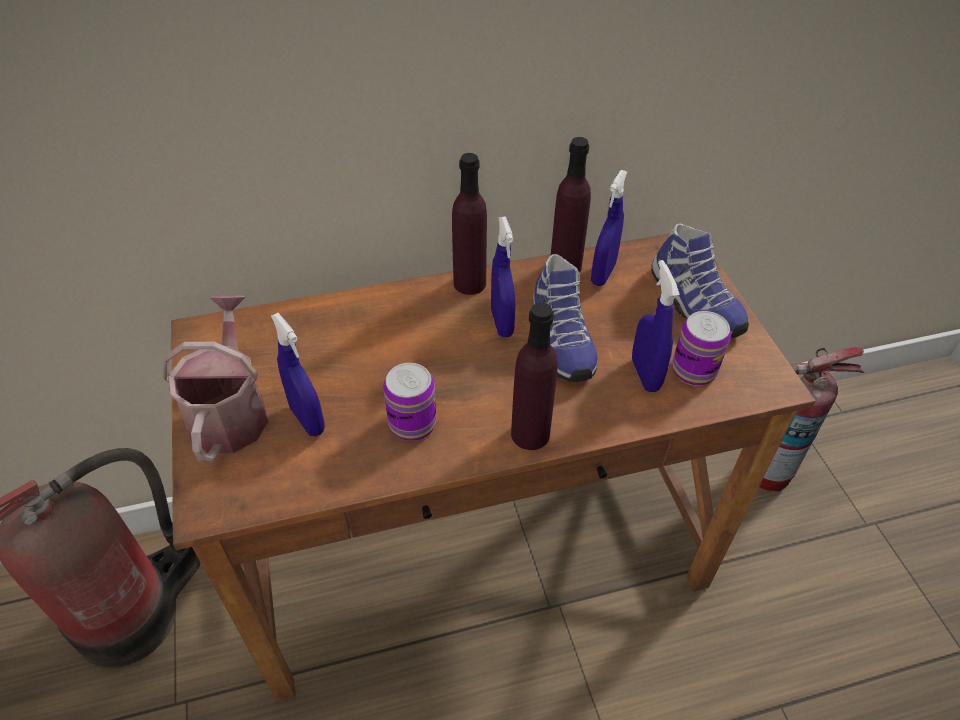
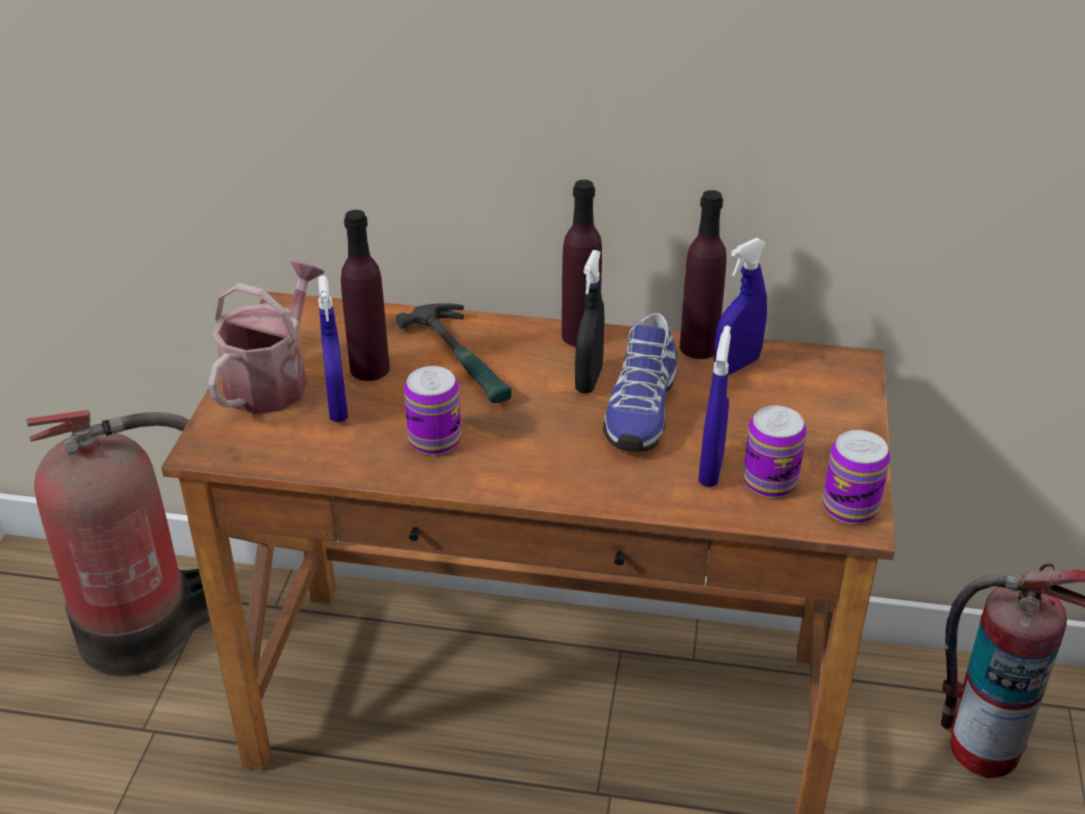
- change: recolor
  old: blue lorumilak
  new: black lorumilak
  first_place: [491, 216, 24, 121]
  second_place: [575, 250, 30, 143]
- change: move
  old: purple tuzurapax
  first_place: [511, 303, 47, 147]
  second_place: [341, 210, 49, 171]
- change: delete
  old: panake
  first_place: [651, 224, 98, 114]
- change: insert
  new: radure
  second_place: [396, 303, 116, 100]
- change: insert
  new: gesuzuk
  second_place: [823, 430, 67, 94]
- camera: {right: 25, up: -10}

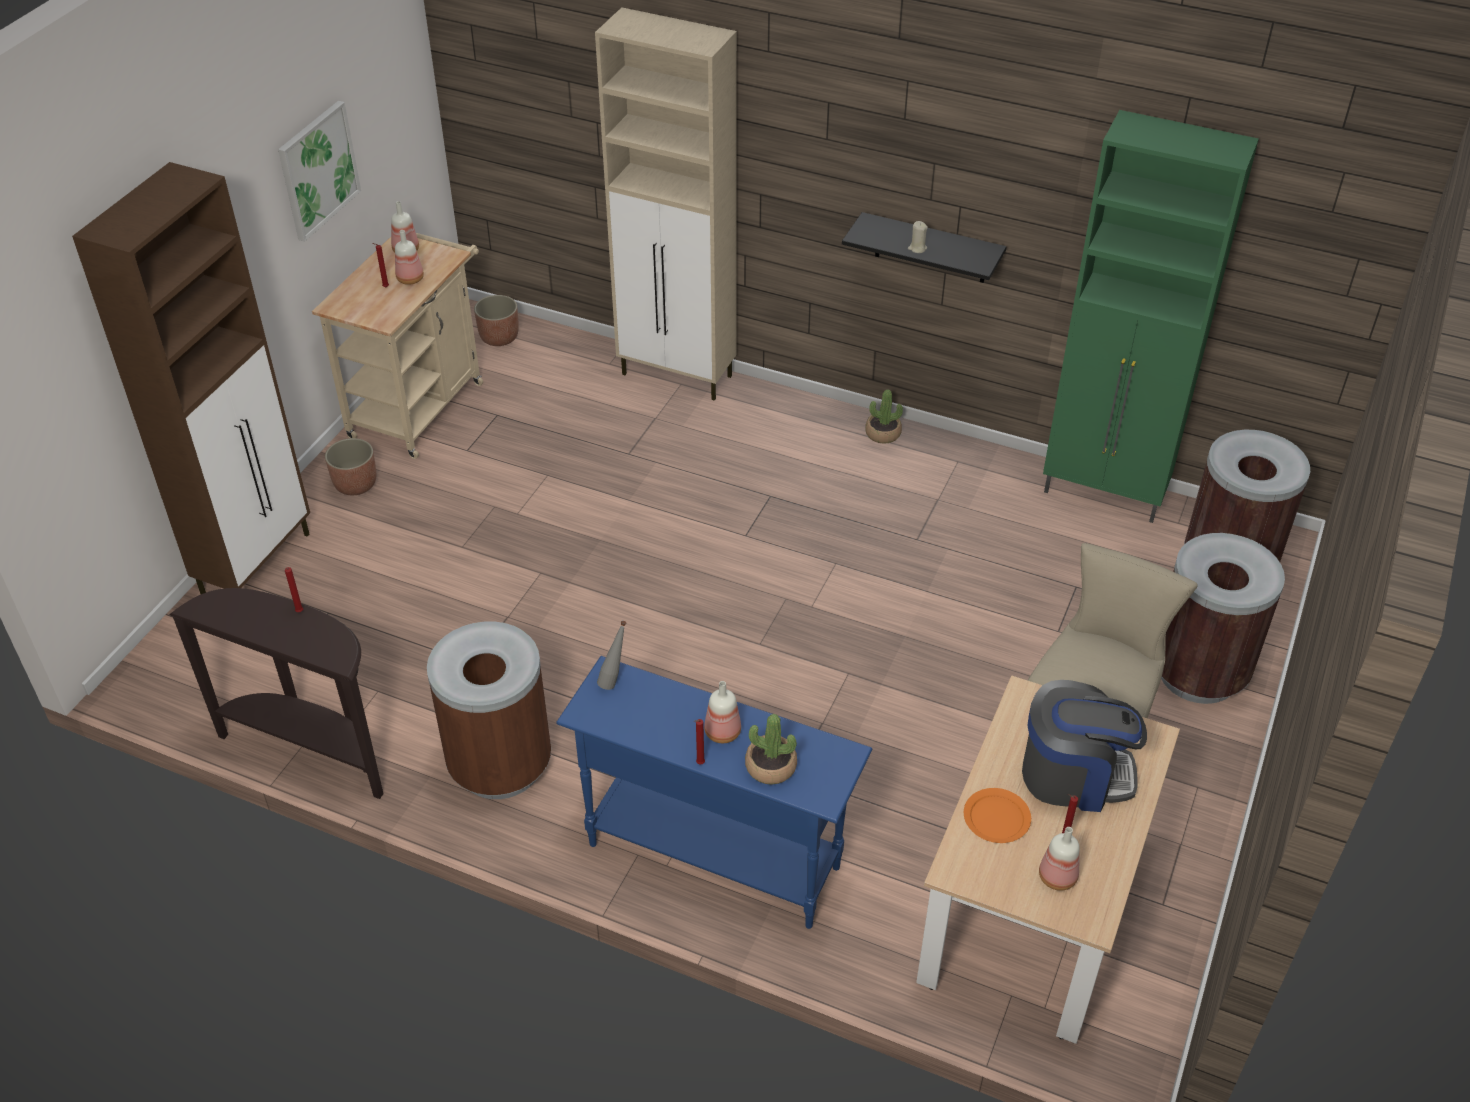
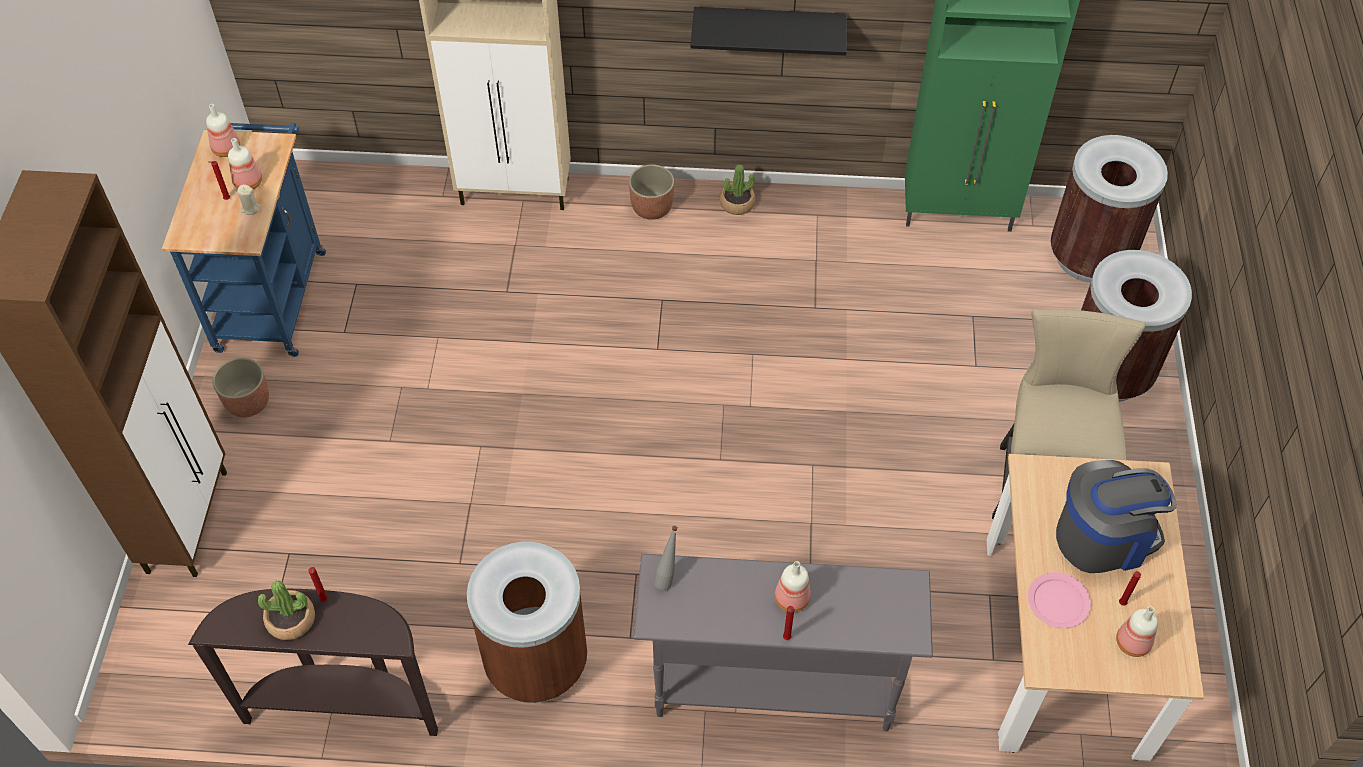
- change: delete
  old: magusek
  first_place: [278, 101, 83, 141]
- change: recolor
  old: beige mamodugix
  new: blue mamodugix
  first_place: [312, 233, 171, 226]
  second_place: [162, 123, 164, 234]
- change: move
  old: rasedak
  first_place: [474, 295, 45, 51]
  second_place: [629, 164, 45, 56]
- change: recolor
  old: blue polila
  new: grey polila
  first_place: [556, 656, 317, 273]
  second_place: [633, 554, 300, 177]
- change: move
  old: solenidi
  first_place: [745, 714, 52, 71]
  second_place: [258, 581, 57, 59]
- change: move
  old: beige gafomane
  first_place: [908, 221, 20, 32]
  second_place: [237, 184, 23, 31]
- change: recolor
  old: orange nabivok
  new: pink nabivok
  first_place: [964, 788, 67, 55]
  second_place: [1028, 572, 63, 56]
- camera: {right: -20, up: 10}

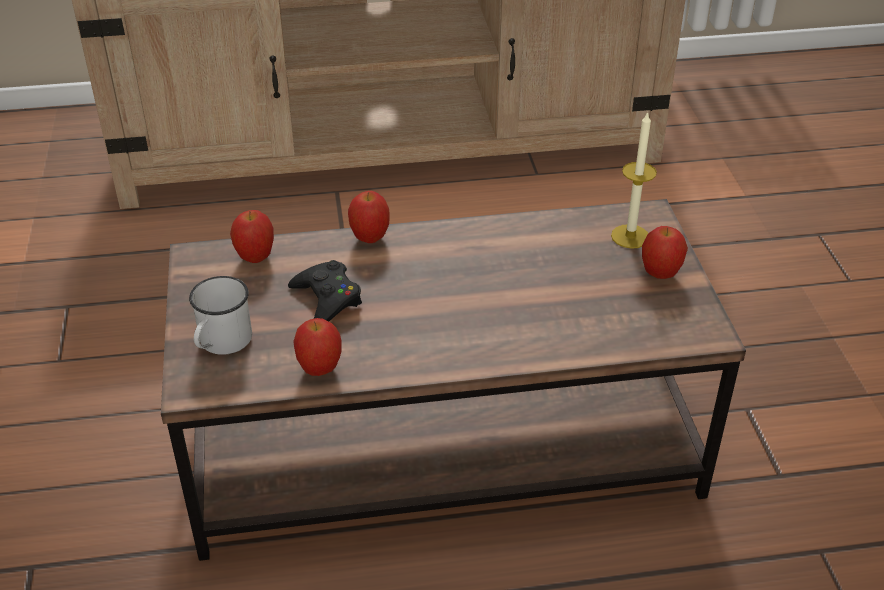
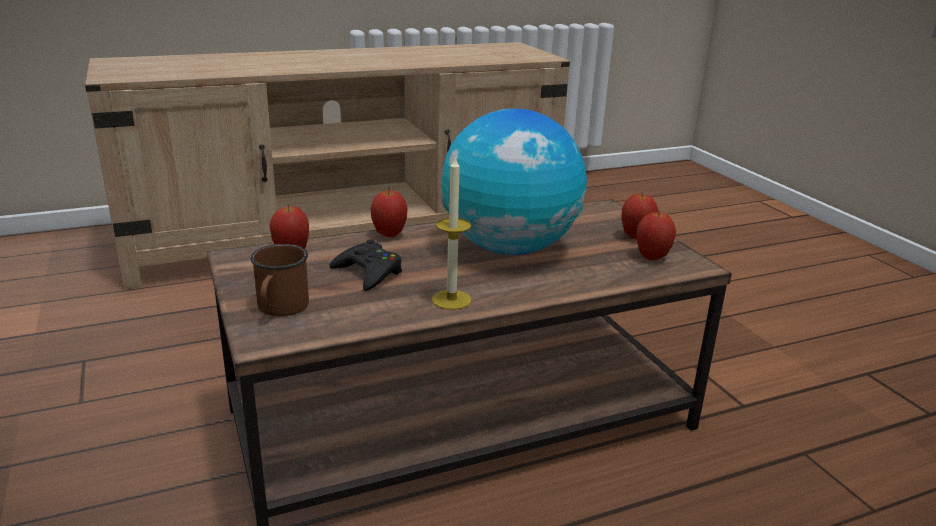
- change: recolor
  old: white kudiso
  new: brown kudiso
  first_place: [189, 276, 63, 79]
  second_place: [250, 244, 59, 72]
- change: move
  old: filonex
  first_place: [293, 318, 49, 58]
  second_place: [636, 210, 40, 51]
- change: move
  old: gafomane
  first_place: [611, 111, 46, 138]
  second_place: [432, 156, 39, 154]
- change: insert
  new: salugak
  second_place: [441, 109, 146, 146]
- camera: {right: -15, up: -15}

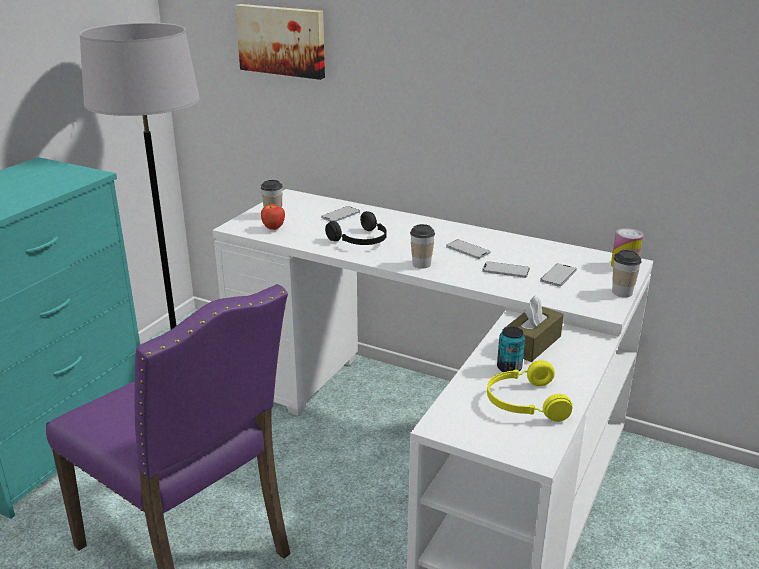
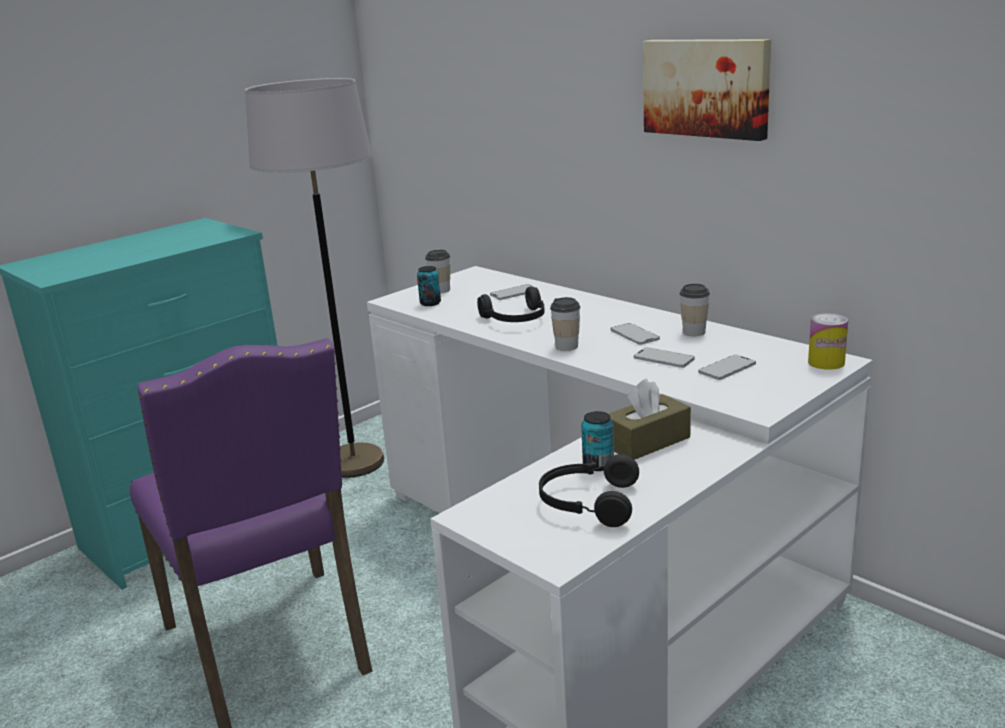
- change: move
  old: magusek
  first_place: [235, 4, 90, 76]
  second_place: [643, 39, 128, 102]
- change: replace
  old: filonex
  new: gesuzuk
  first_place: [261, 204, 24, 26]
  second_place: [417, 266, 24, 40]
- change: recolor
  old: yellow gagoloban
  new: black gagoloban
  first_place: [487, 360, 85, 62]
  second_place: [539, 454, 100, 73]
- change: move
  old: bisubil
  first_place: [612, 250, 30, 47]
  second_place: [679, 284, 31, 52]
- camera: {right: 20, up: -5}

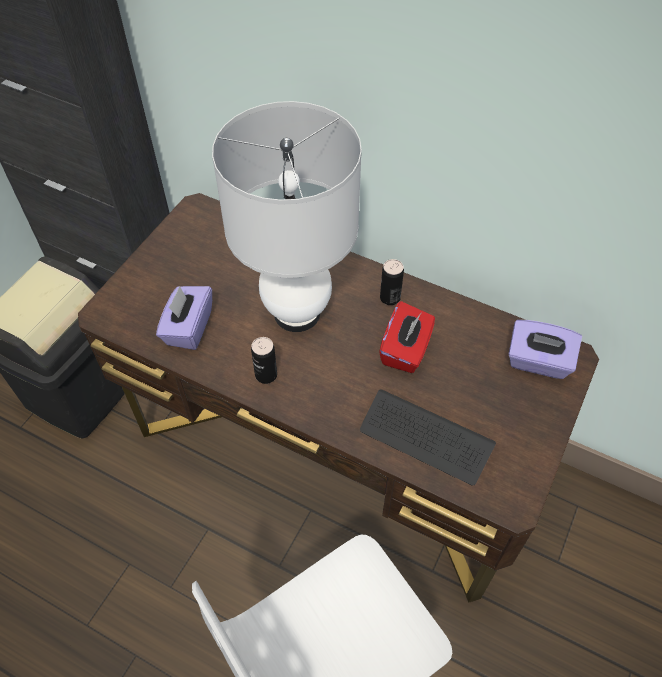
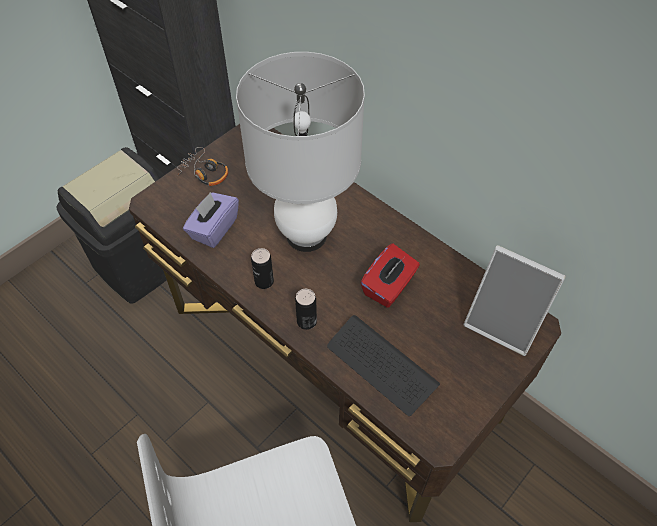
- change: move
  old: gesuzuk
  first_place: [380, 259, 24, 46]
  second_place: [295, 289, 22, 41]
- change: replace
  old: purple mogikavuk
  new: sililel
  first_place: [509, 320, 73, 59]
  second_place: [463, 245, 103, 111]
- change: insert
  new: gagoloban
  second_place: [177, 147, 51, 39]
- camera: {right: 15, up: 0}

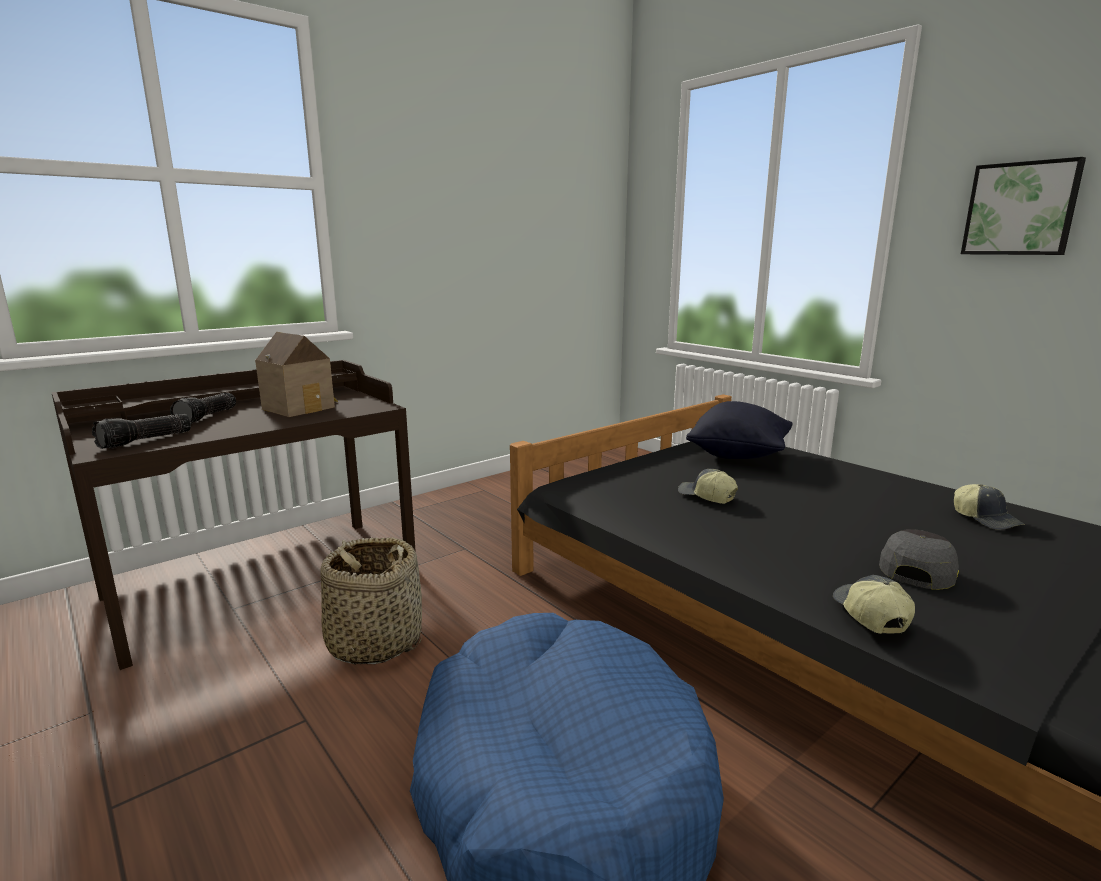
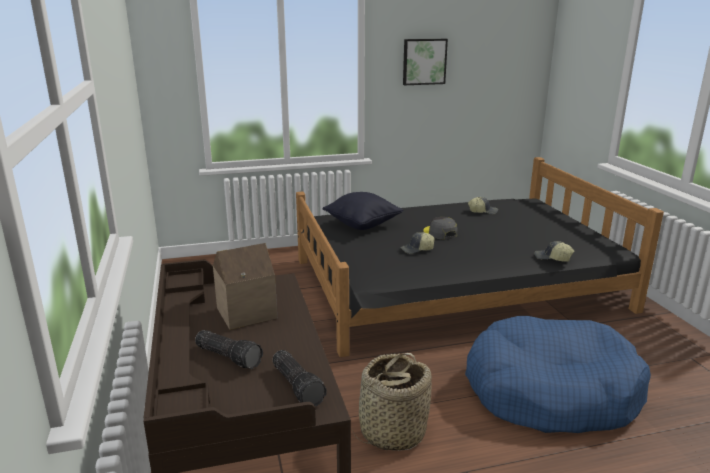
- change: move
  old: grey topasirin
  first_place: [879, 529, 80, 61]
  second_place: [423, 217, 35, 23]
- camera: {right: -65, up: 5}

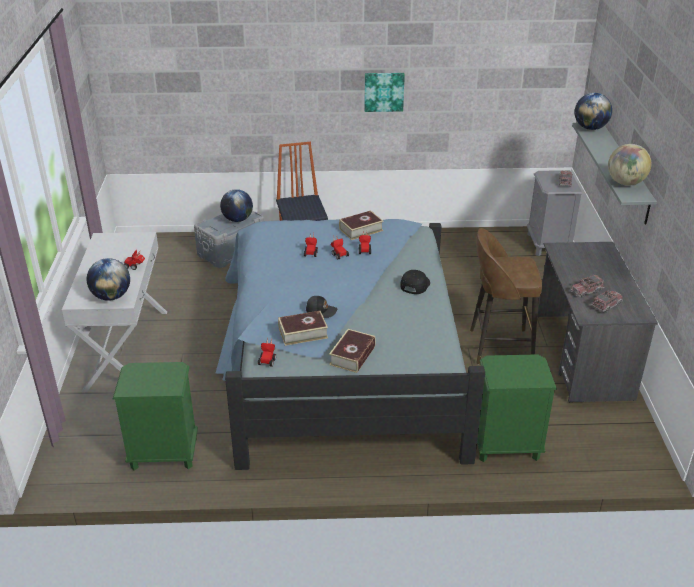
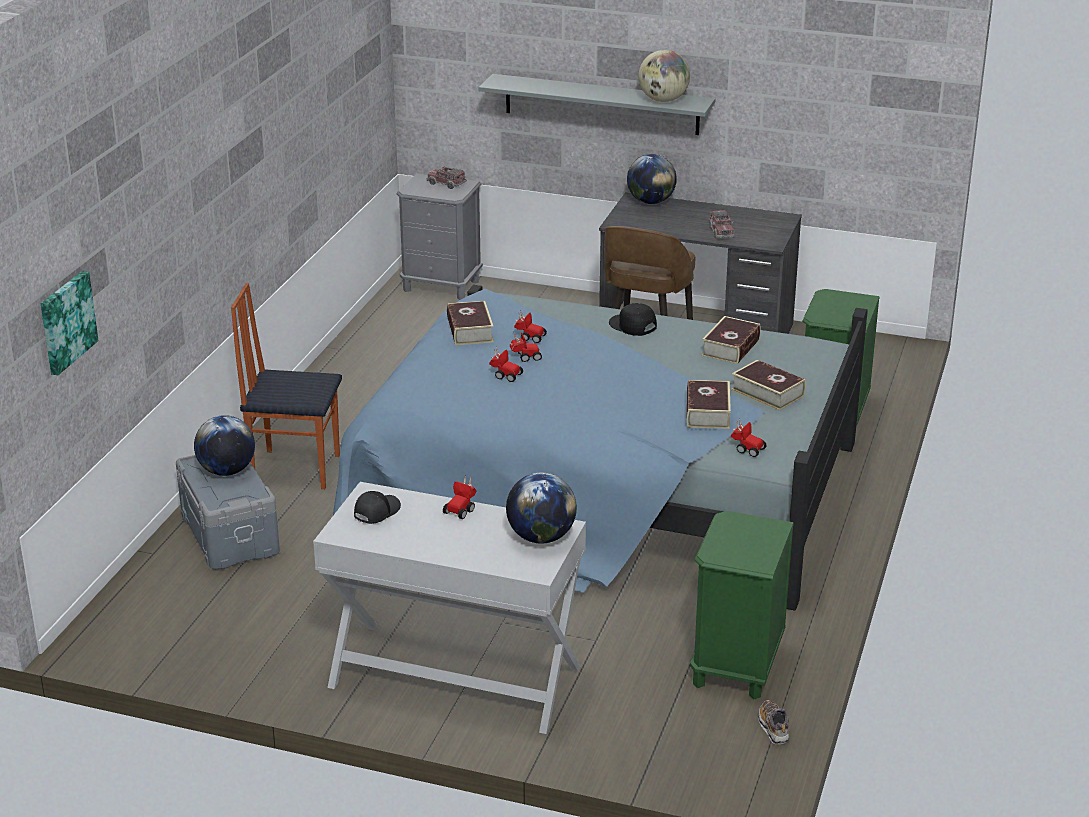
- change: move
  old: black topasirin
  first_place: [306, 296, 31, 22]
  second_place: [354, 491, 47, 33]
- change: move
  old: magusek
  first_place: [364, 73, 41, 39]
  second_place: [41, 271, 57, 104]
- change: move
  old: salugak
  first_place: [575, 93, 37, 37]
  second_place: [627, 154, 50, 50]
- change: delete
  old: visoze
  first_place: [591, 290, 32, 23]
- change: insert
  new: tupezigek
  second_place: [701, 316, 60, 48]
- change: insert
  new: panake
  second_place: [758, 700, 31, 44]
- camera: {right: -70, up: -5}

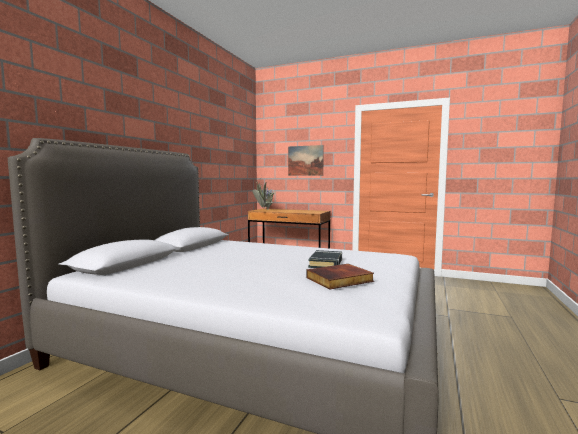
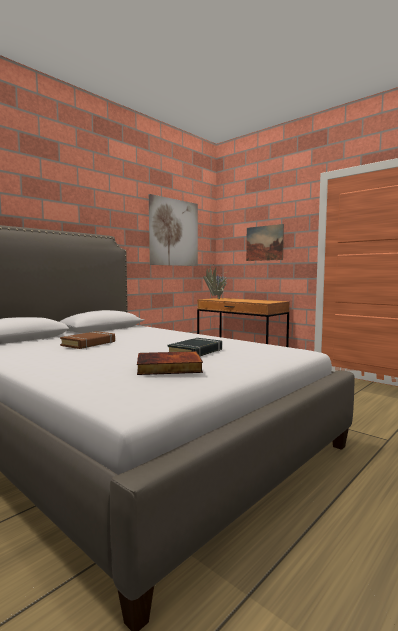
- change: insert
  new: brown tupezigek
  second_place: [60, 331, 55, 18]
- change: insert
  new: magusek
  second_place: [149, 194, 49, 72]
- camera: {right: 20, up: 0}

